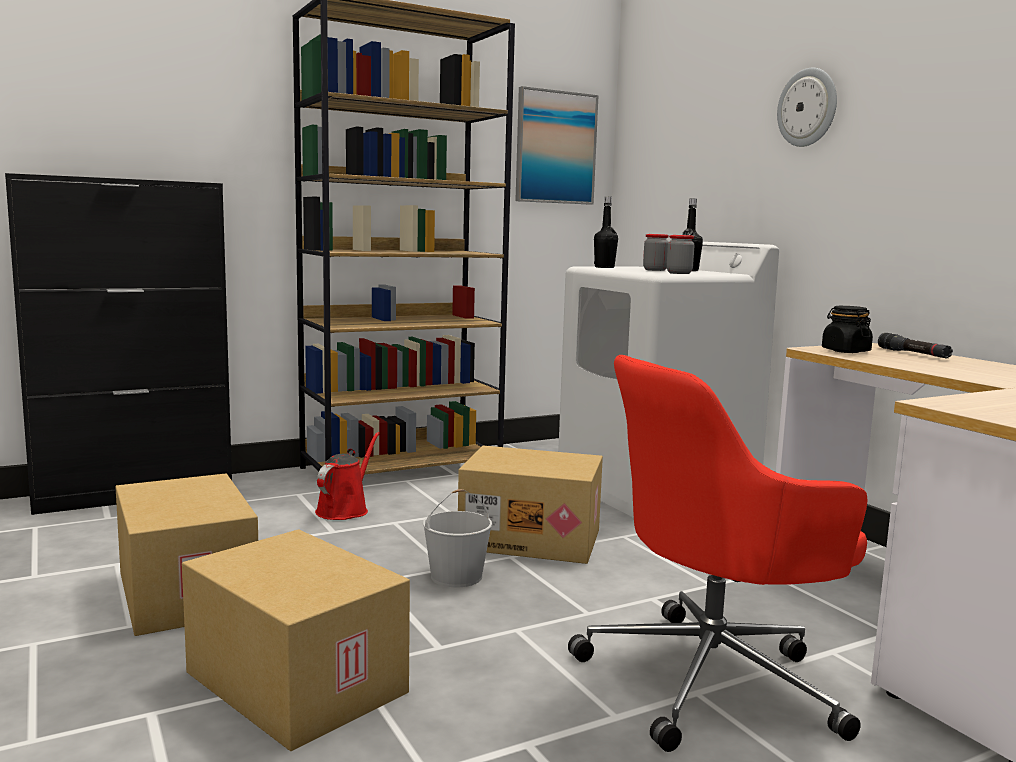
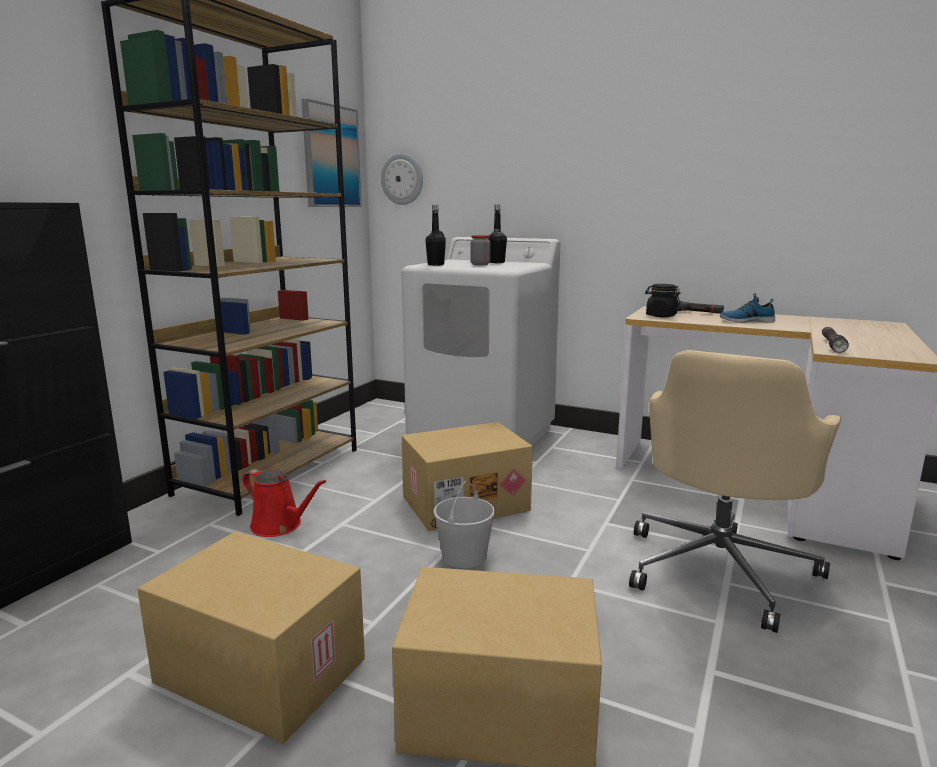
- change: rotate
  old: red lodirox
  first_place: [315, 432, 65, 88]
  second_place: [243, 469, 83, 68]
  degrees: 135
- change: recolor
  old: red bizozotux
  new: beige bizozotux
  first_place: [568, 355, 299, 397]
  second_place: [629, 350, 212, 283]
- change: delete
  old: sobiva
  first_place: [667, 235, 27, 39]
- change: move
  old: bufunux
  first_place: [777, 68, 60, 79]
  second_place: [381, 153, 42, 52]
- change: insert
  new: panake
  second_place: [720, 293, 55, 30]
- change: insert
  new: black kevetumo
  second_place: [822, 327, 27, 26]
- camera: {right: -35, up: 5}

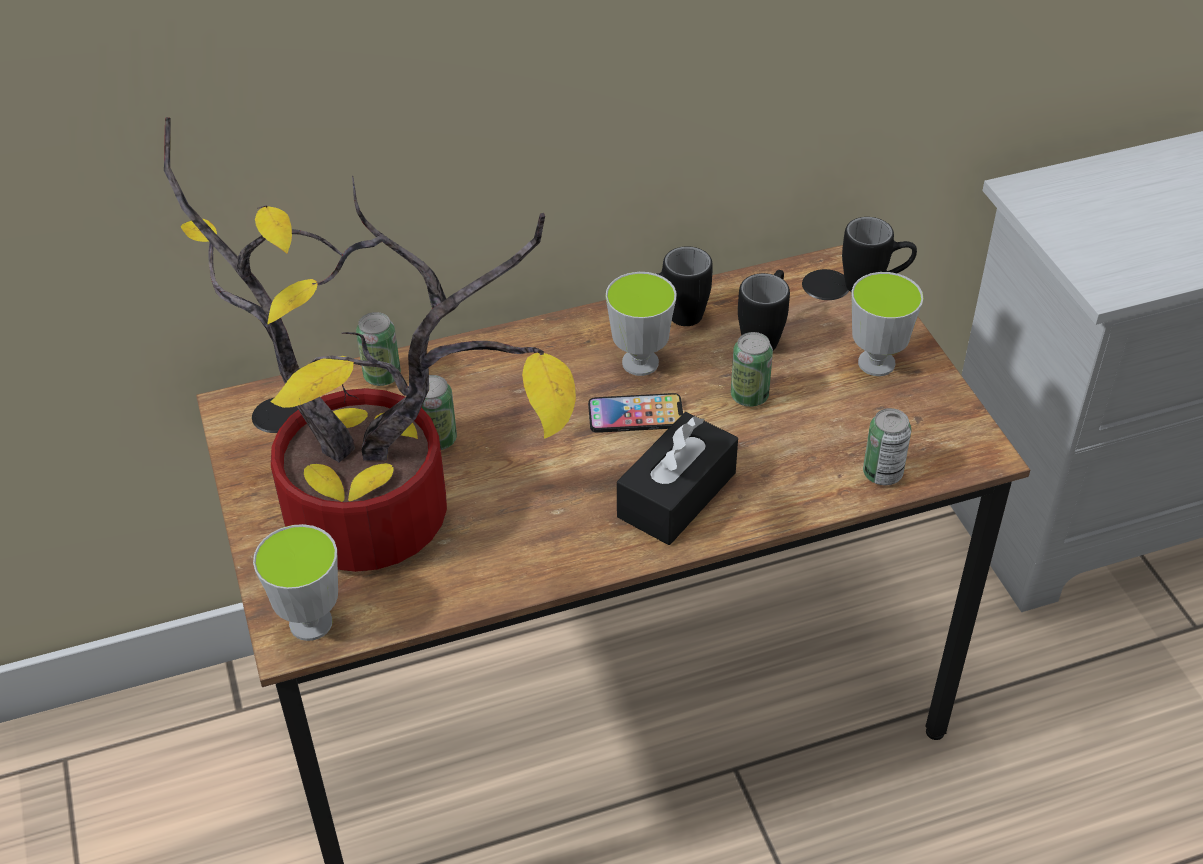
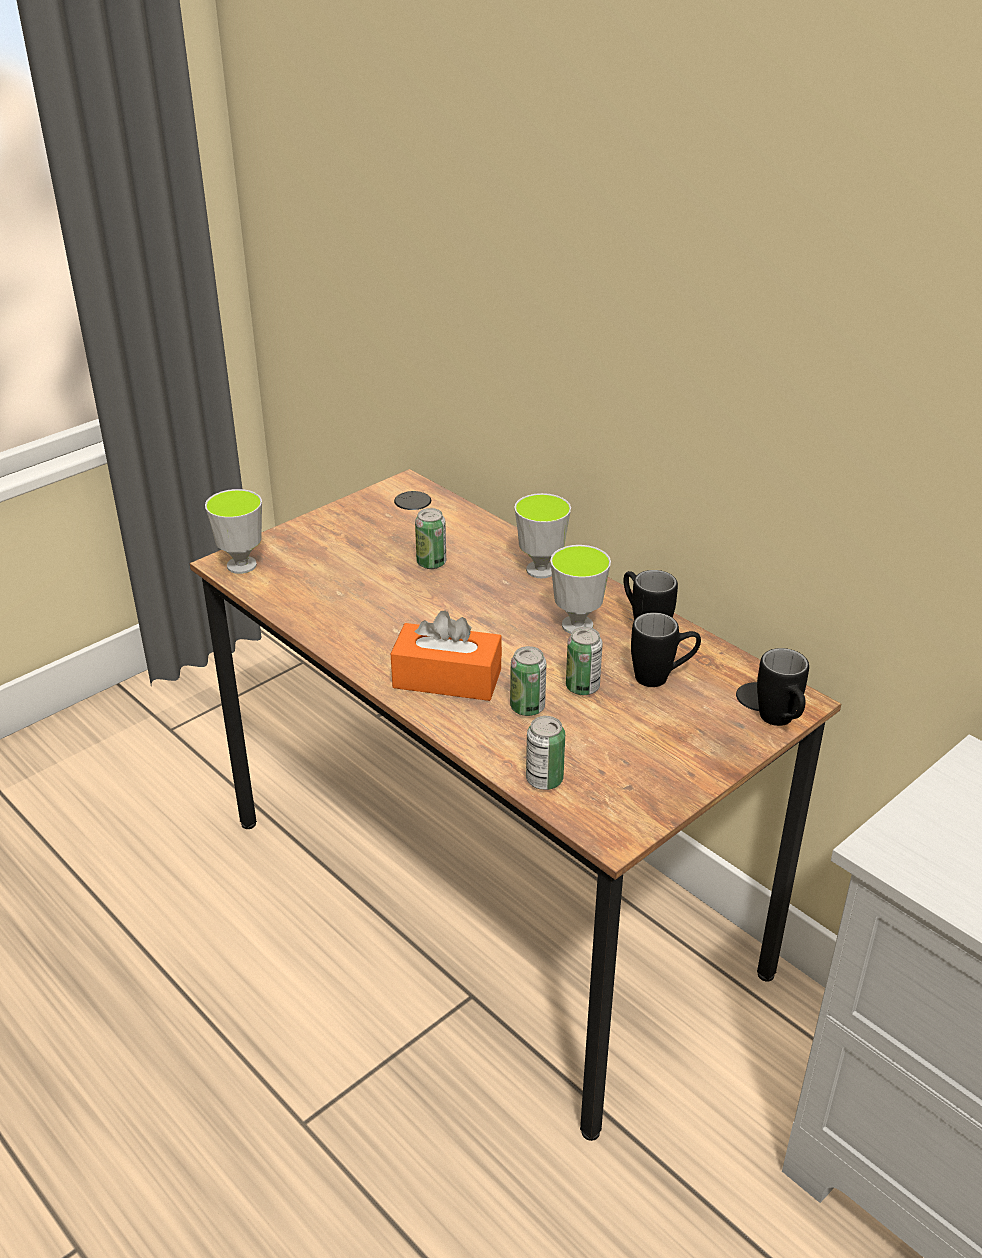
- change: delete
  old: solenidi
  first_place: [164, 117, 412, 455]
- change: move
  old: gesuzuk
  first_place: [356, 312, 45, 74]
  second_place: [510, 646, 37, 70]
- change: delete
  old: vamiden
  first_place: [588, 393, 95, 40]
- change: recolor
  old: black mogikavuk
  new: orange mogikavuk
  first_place: [617, 412, 121, 133]
  second_place: [391, 610, 111, 91]
- change: move
  old: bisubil
  first_place: [851, 272, 73, 104]
  second_place: [514, 493, 57, 85]
- camera: {right: 65, up: -10}

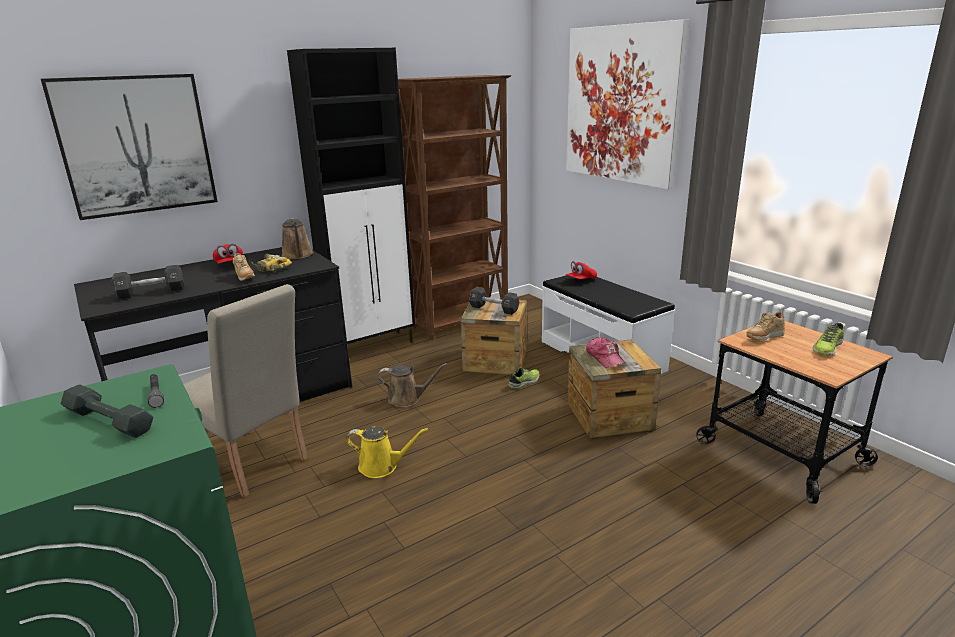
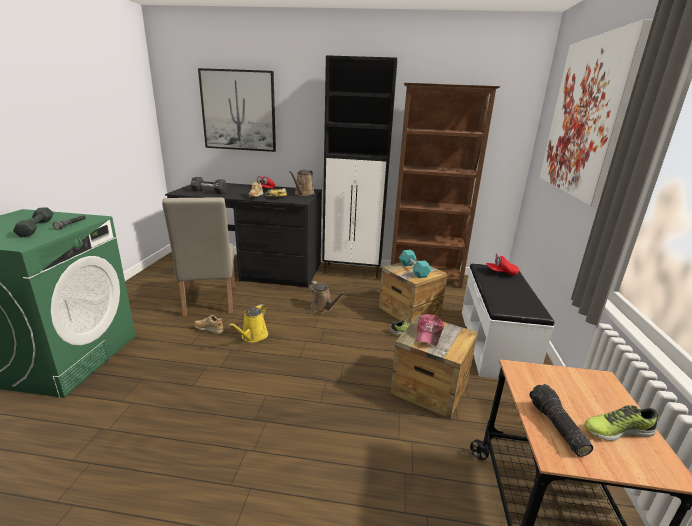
- change: rotate
  old: yellow lodirox
  first_place: [346, 426, 82, 52]
  second_place: [229, 304, 39, 39]
  degrees: 60
- change: recolor
  old: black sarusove
  new: turquoise sarusove
  first_place: [469, 287, 50, 28]
  second_place: [399, 250, 32, 28]
- change: move
  old: beige panake
  first_place: [747, 311, 38, 29]
  second_place: [194, 315, 29, 19]
- change: insert
  new: kevetumo
  second_place: [530, 384, 63, 73]
- camera: {right: 40, up: 0}

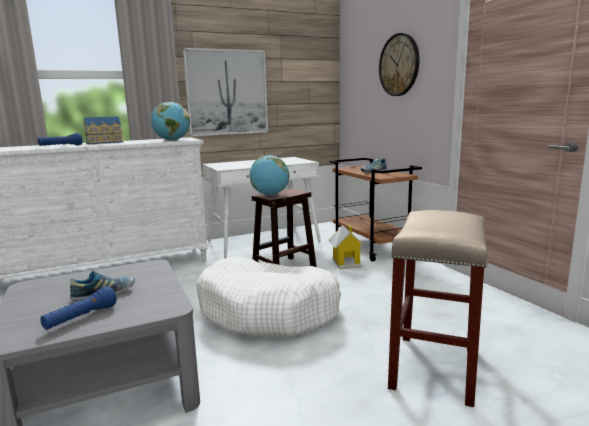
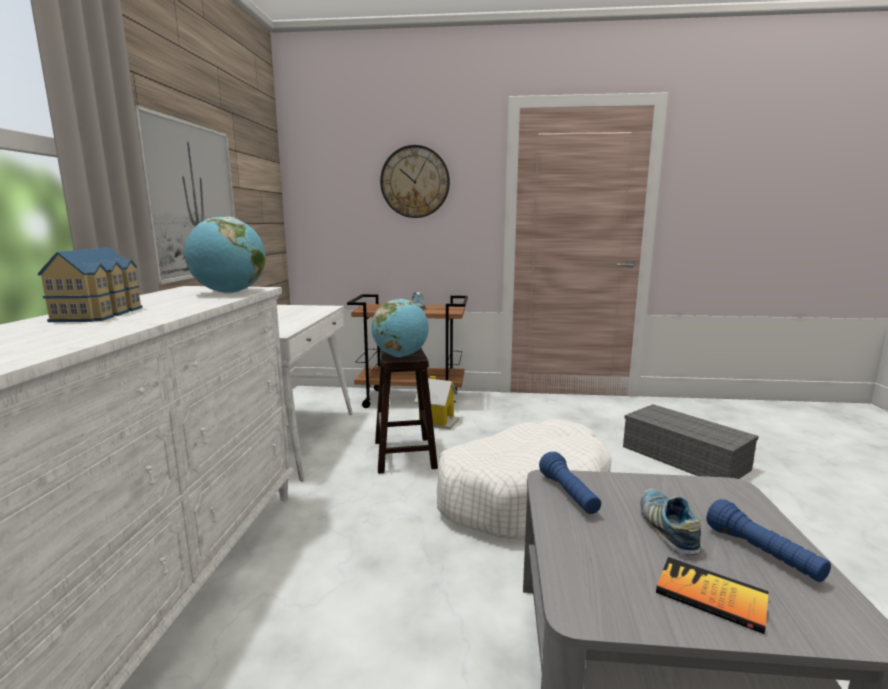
- change: move
  old: blue kevetumo
  first_place: [38, 133, 44, 13]
  second_place: [539, 452, 62, 62]
- change: replace
  old: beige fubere
  new: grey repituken
  first_place: [388, 210, 99, 197]
  second_place: [623, 404, 136, 75]
- change: insert
  new: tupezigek
  second_place: [656, 557, 113, 77]
- camera: {right: -60, up: 0}

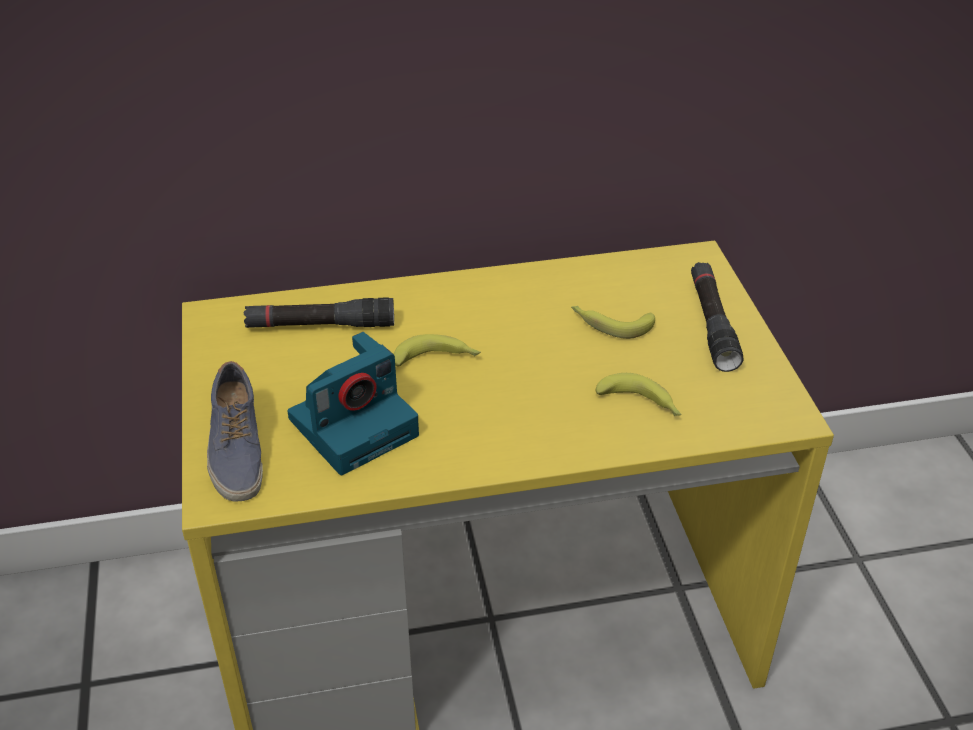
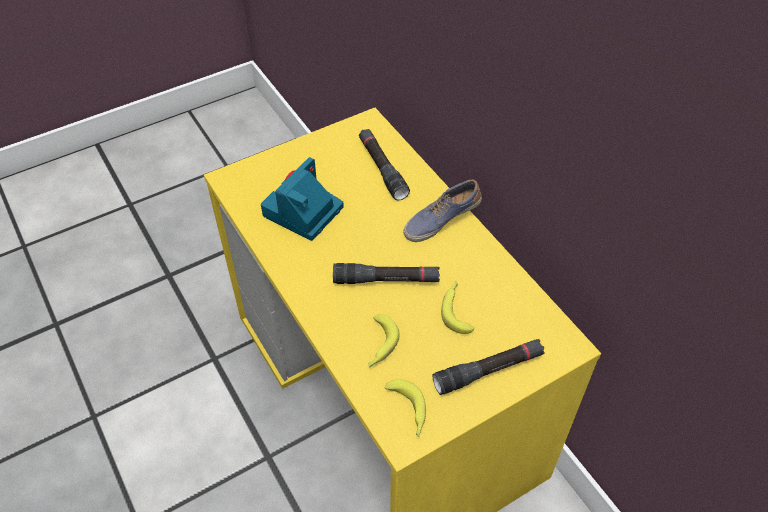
- change: move
  old: panake
  first_place: [207, 361, 56, 141]
  second_place: [403, 179, 79, 63]
- change: rotate
  old: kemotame
  first_place: [287, 332, 132, 143]
  second_place: [261, 157, 83, 84]
  degrees: 90
- change: move
  old: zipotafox
  first_place: [393, 334, 88, 33]
  second_place: [384, 379, 42, 58]
- change: insert
  new: black kevetumo
  second_place: [333, 263, 107, 21]
- camera: {right: 70, up: 10}

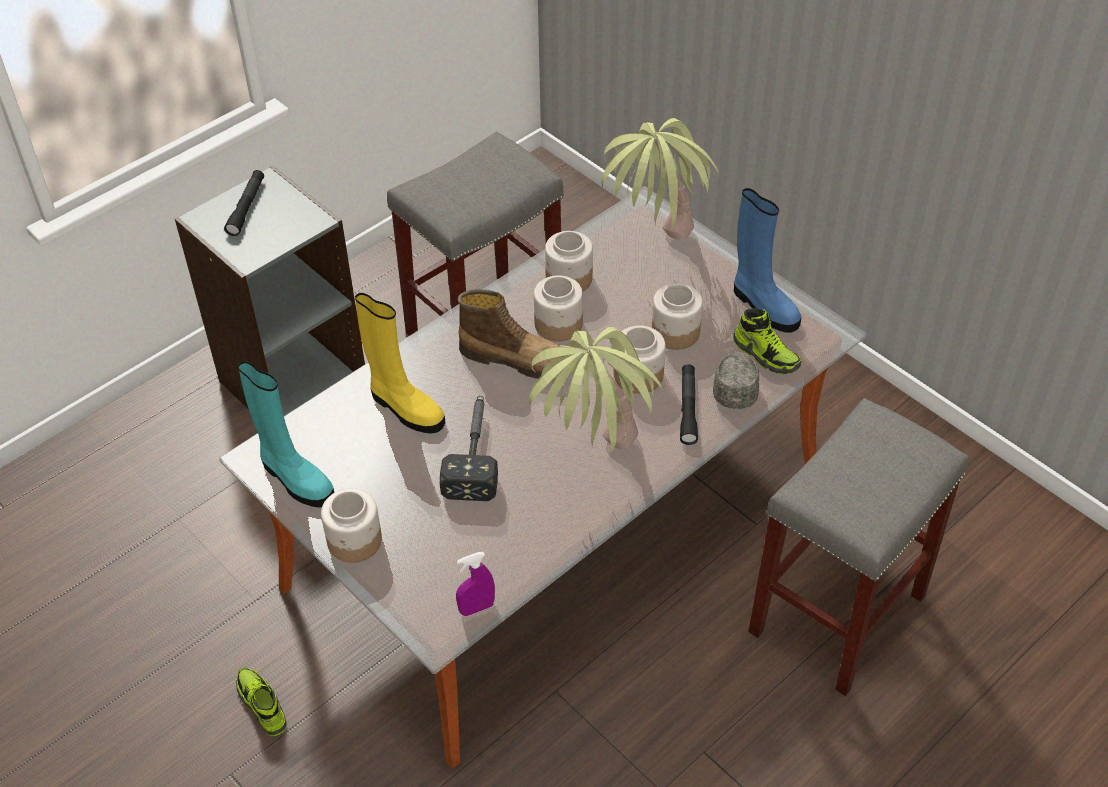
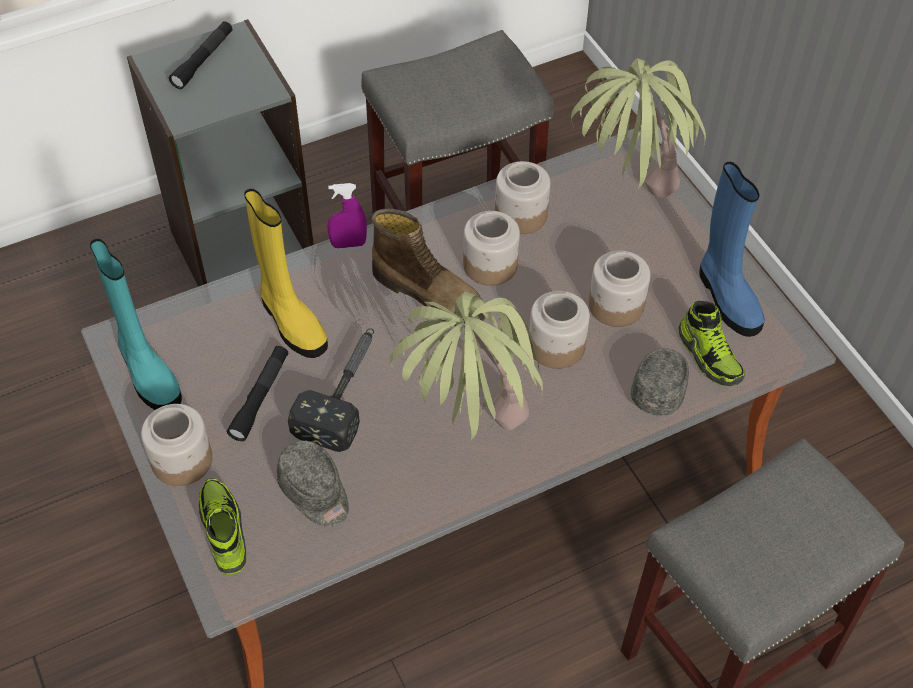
- change: move
  old: panake
  first_place: [236, 667, 51, 69]
  second_place: [199, 478, 47, 97]
- change: move
  old: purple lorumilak
  first_place: [456, 552, 39, 64]
  second_place: [327, 183, 40, 66]
- change: move
  old: black kevetumo
  first_place: [680, 364, 18, 81]
  second_place: [227, 346, 61, 95]
- change: insert
  new: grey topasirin
  second_place: [277, 441, 72, 86]
- camera: {right: 15, up: 5}

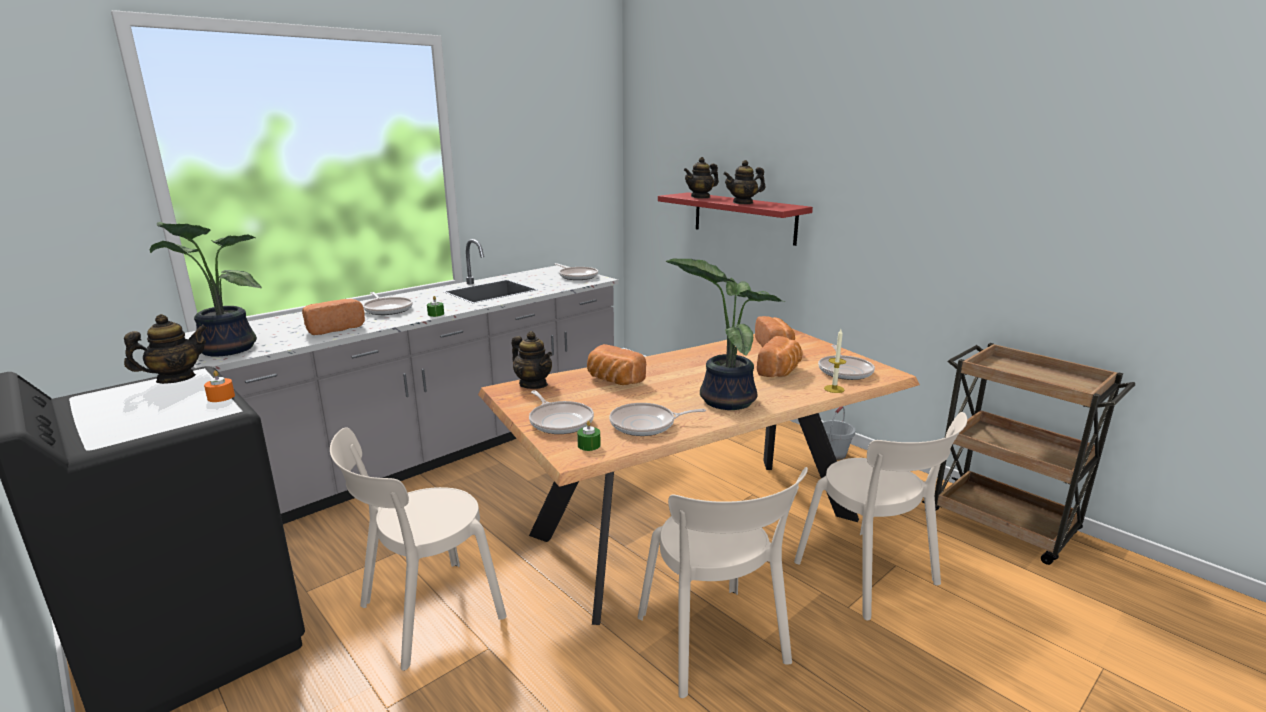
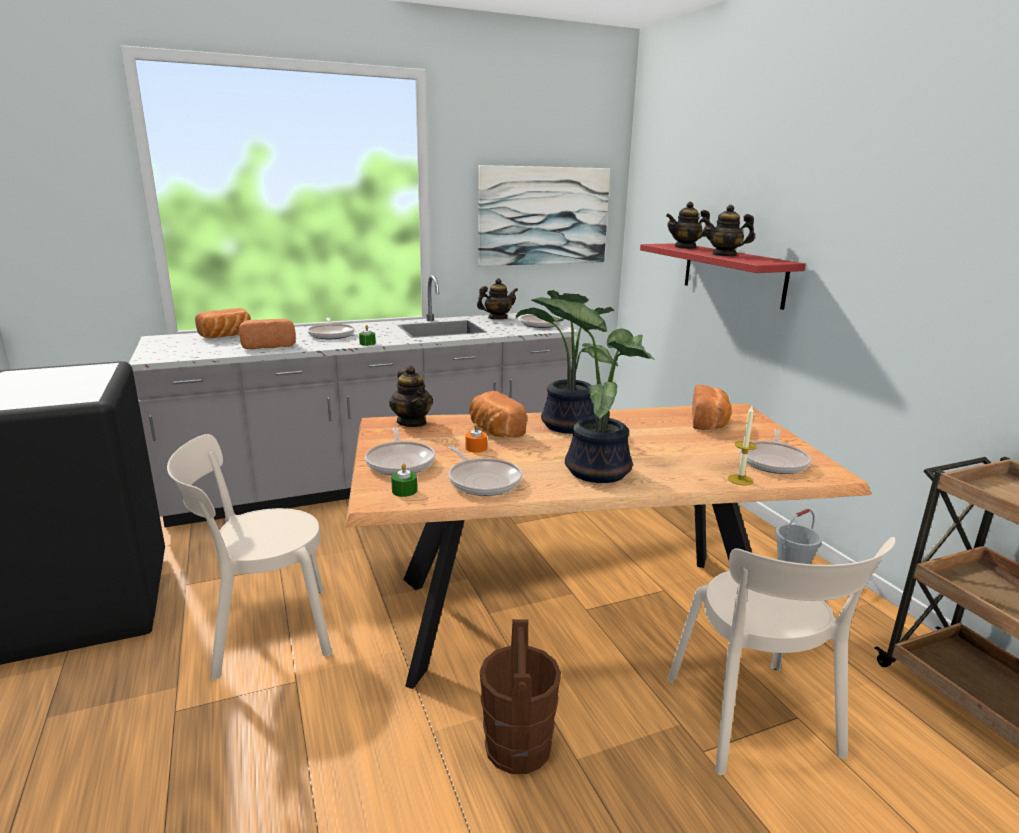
- change: move
  old: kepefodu
  first_place: [124, 314, 83, 70]
  second_place: [477, 278, 41, 41]
- change: move
  old: solenidi
  first_place: [150, 222, 112, 135]
  second_place: [516, 290, 102, 144]
- change: move
  old: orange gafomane
  first_place: [204, 371, 31, 31]
  second_place: [465, 424, 22, 29]
- change: rotate
  old: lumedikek
  first_place: [609, 403, 97, 33]
  second_place: [448, 445, 75, 51]
  degrees: -135
- change: replace
  old: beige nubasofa
  new: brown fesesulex
  first_place: [638, 467, 170, 231]
  second_place: [480, 619, 81, 155]
- change: move
  old: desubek
  first_place: [757, 336, 46, 41]
  second_place: [195, 308, 56, 30]
- change: insert
  new: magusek
  second_place: [478, 165, 132, 101]
- camera: {right: 20, up: 0}

